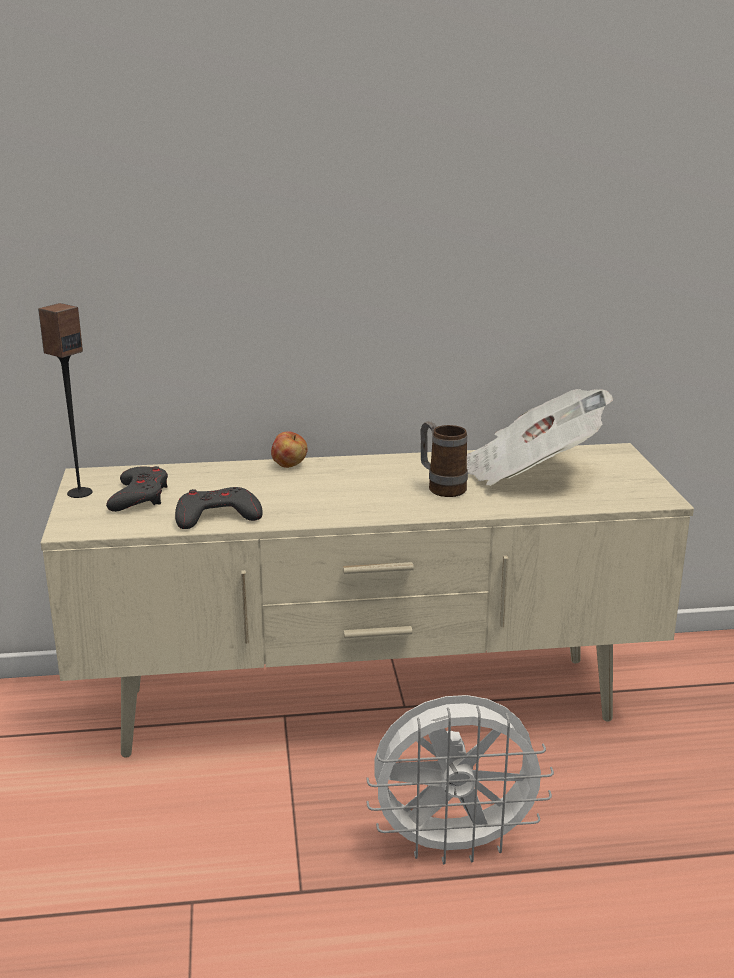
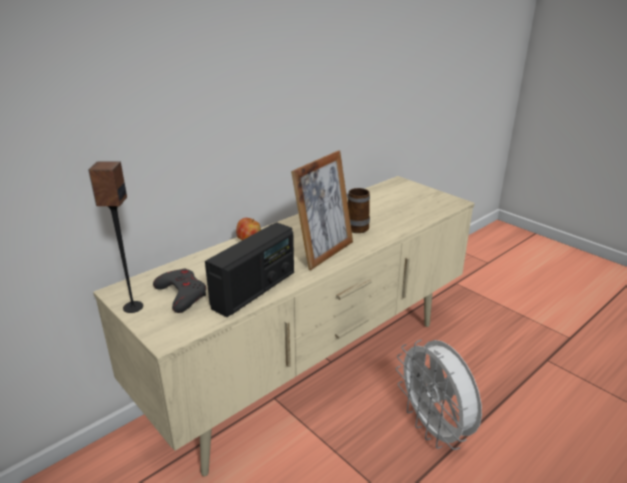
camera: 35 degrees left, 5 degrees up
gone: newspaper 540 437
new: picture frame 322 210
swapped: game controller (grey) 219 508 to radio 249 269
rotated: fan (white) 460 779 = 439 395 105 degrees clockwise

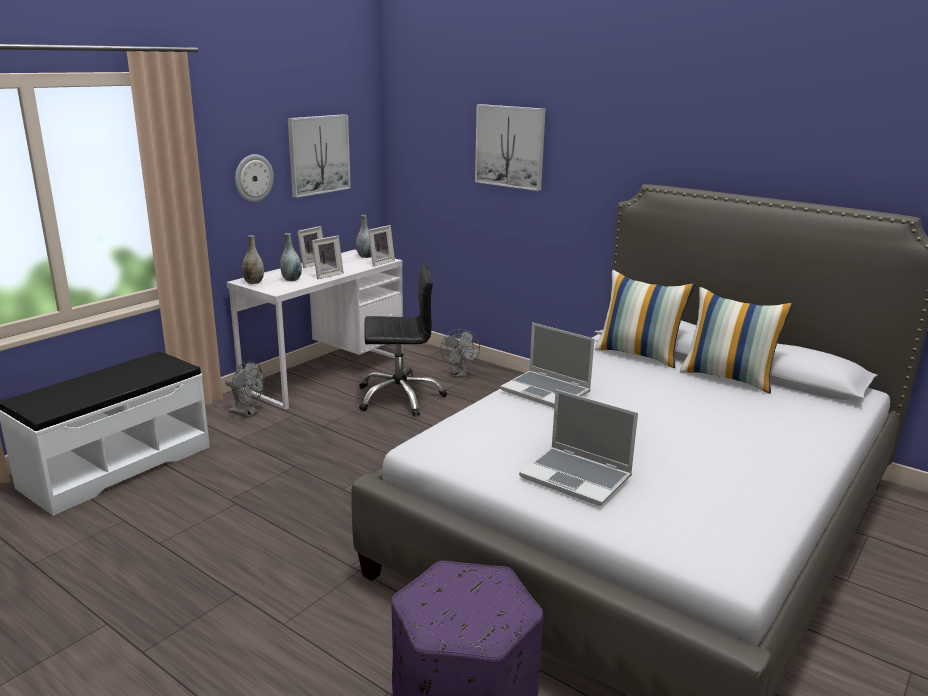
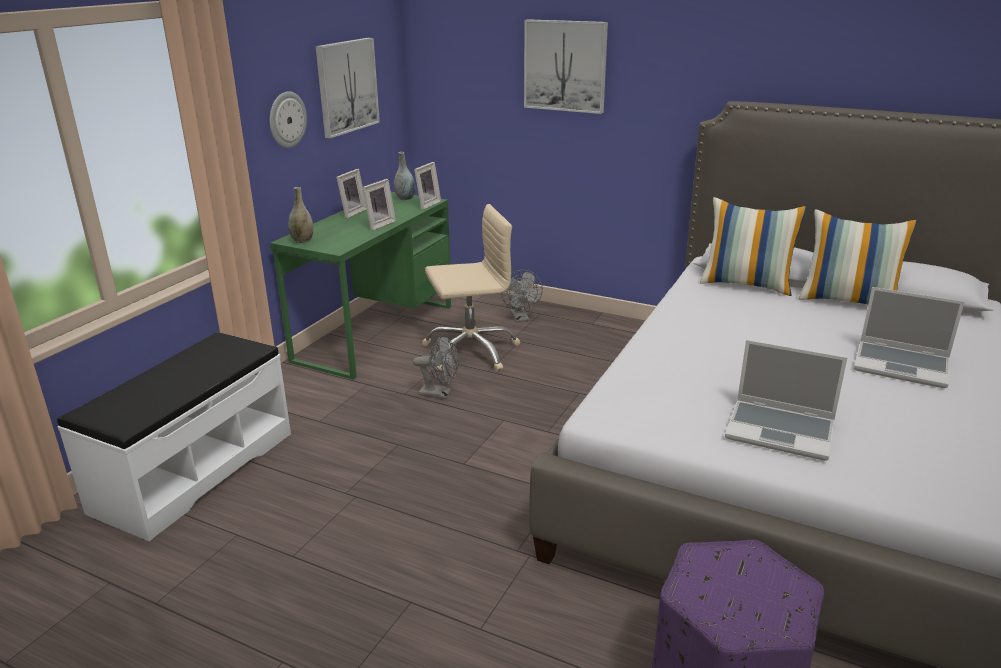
camera: 10 degrees left, 5 degrees up
gone: vase (grey) 291 257
shifted: fan (grey) 245 389 to 436 367; laptop 547 365 to 909 337
repainted: desk (white) 315 330 to desk (green) 360 286; office chair (black) 403 340 to office chair (beige) 471 287

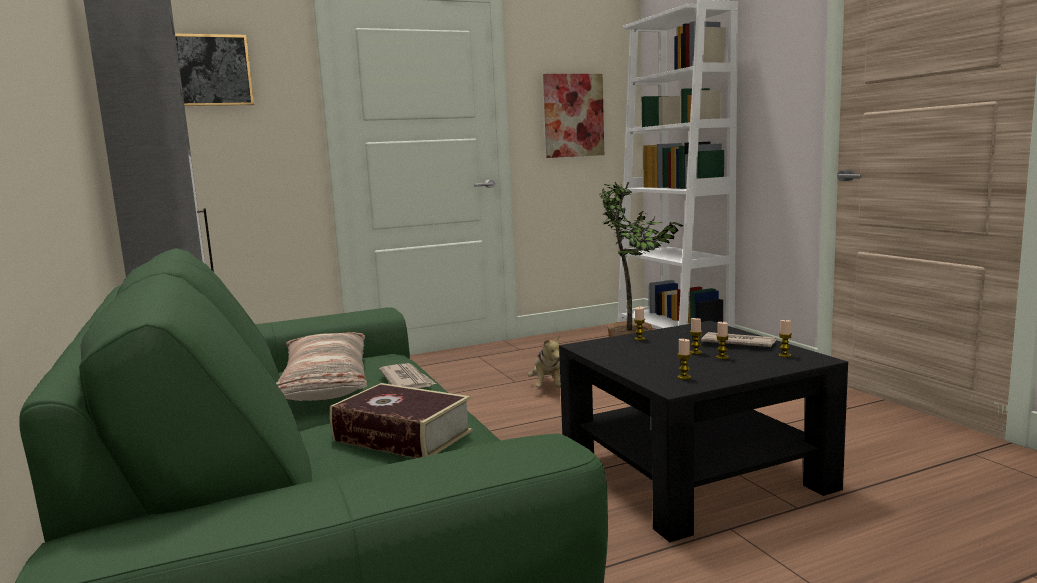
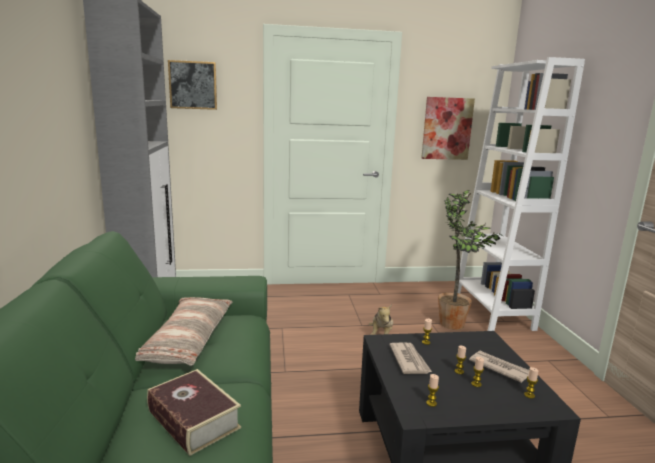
camera: 15 degrees right, 5 degrees up
shifted: newspaper 407 375 to 410 358

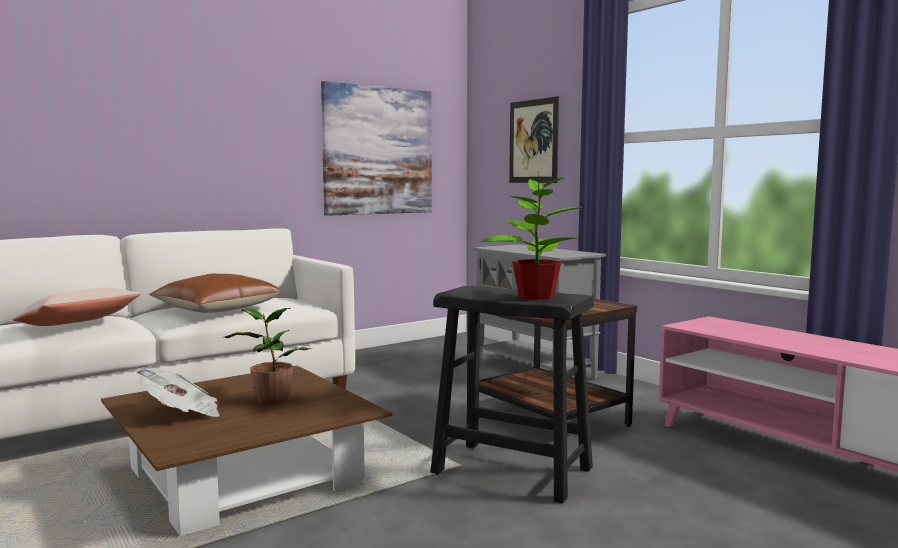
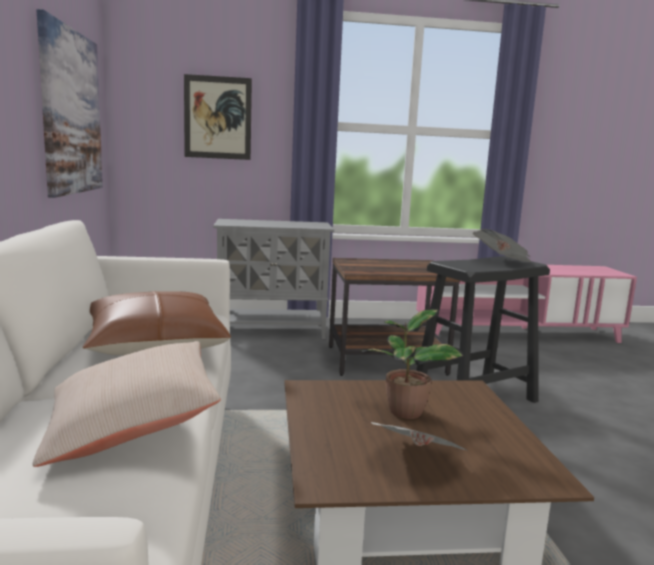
camera: 60 degrees left, 5 degrees up
swapped: potted plant 532 236 to newspaper 502 245

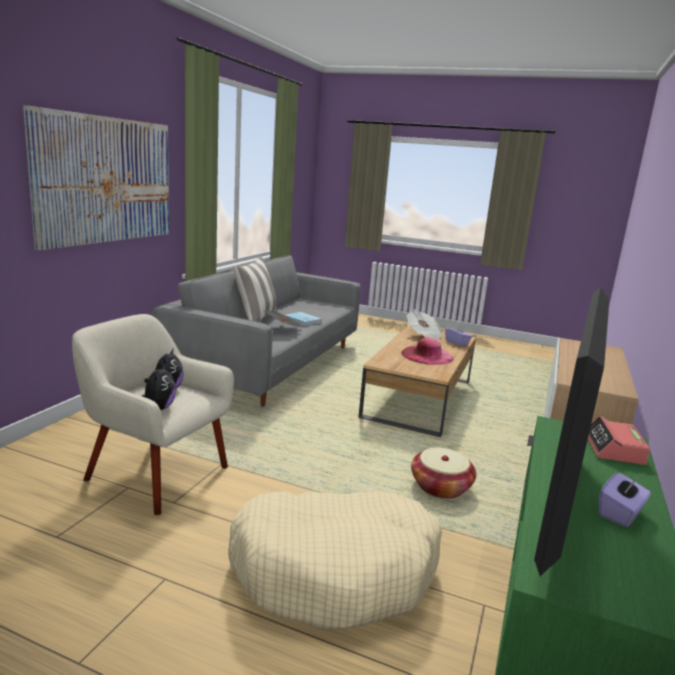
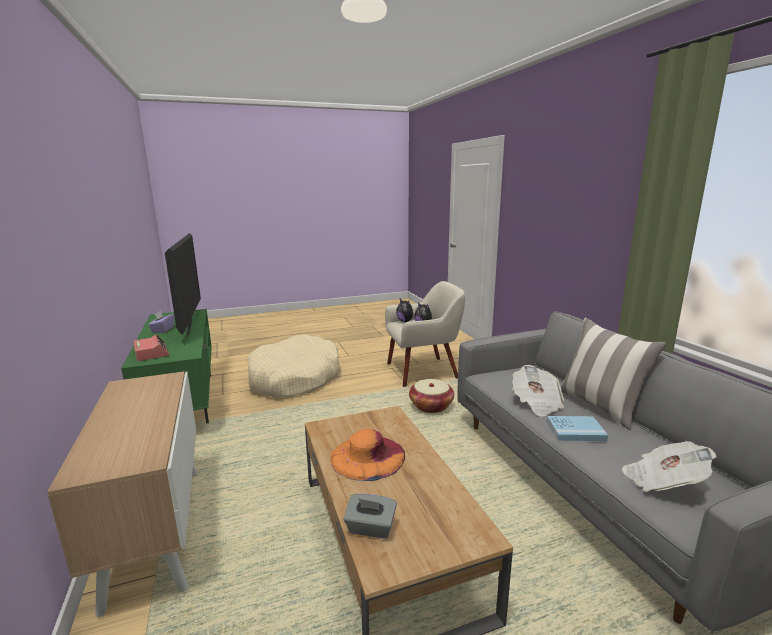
camera: 140 degrees right, 0 degrees up
gone: picture 96 177
shifted: newspaper 425 325 to 669 466; basket 443 473 to 431 396
repainted: hat (pink) 427 351 to hat (orange) 367 455; tissue box (purple) 458 335 to tissue box (grey) 370 515

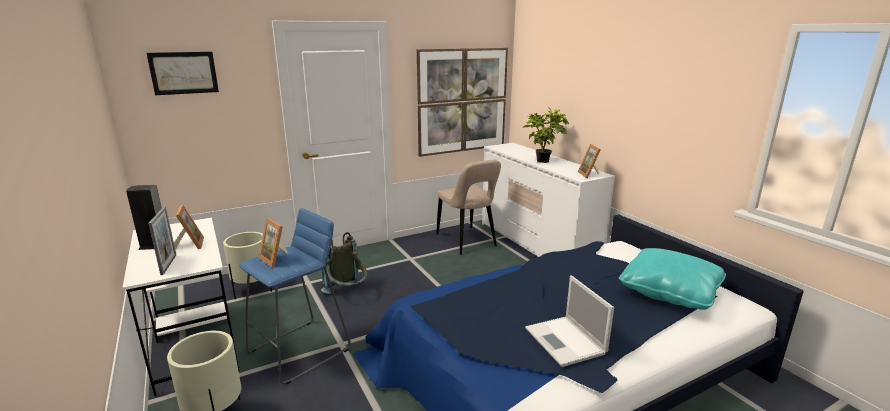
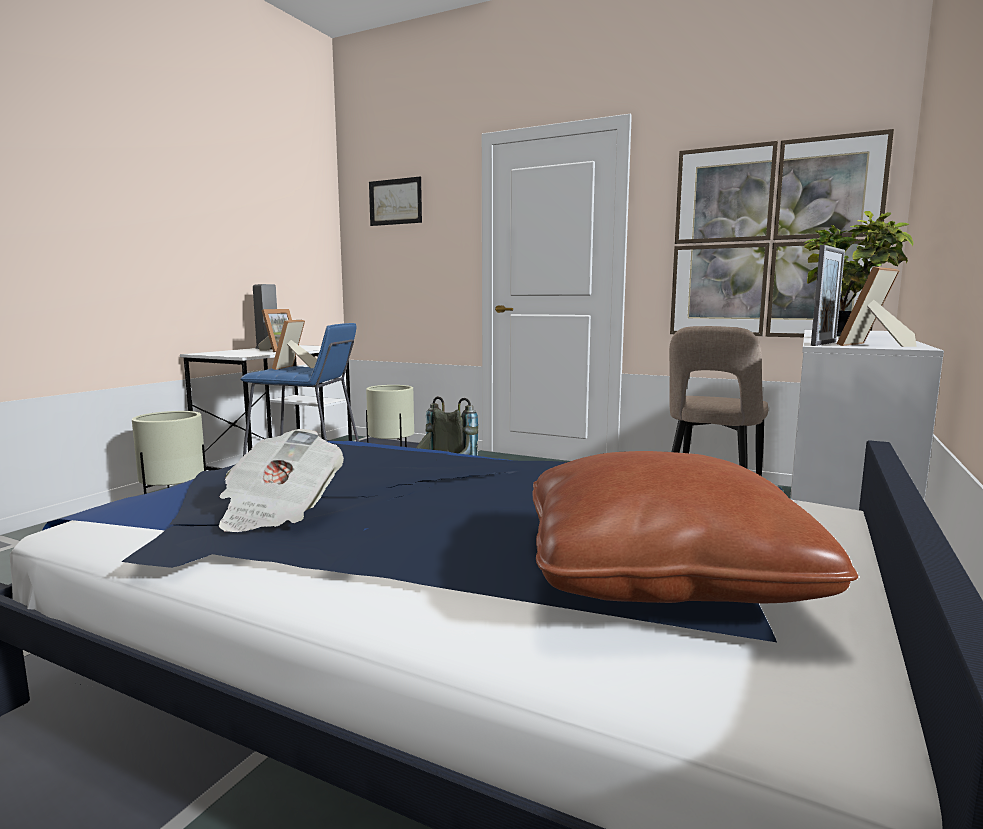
camera: 55 degrees right, 10 degrees down
shifted: picture frame 162 241 to 828 295
swapped: laptop 569 321 to newspaper 281 480
repainted: pillow (turquoise) 672 279 to pillow (brown) 695 527

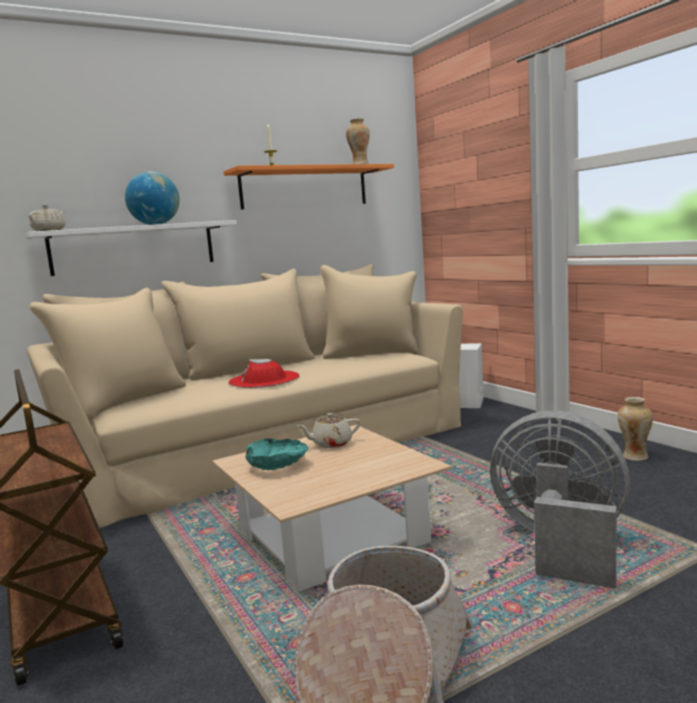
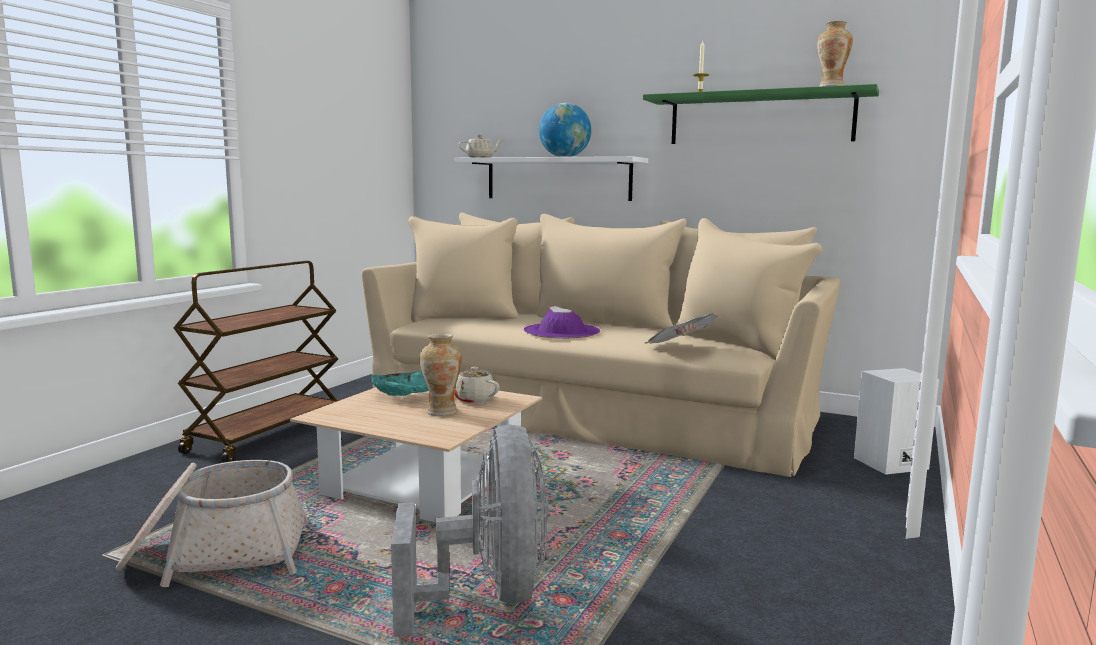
camera: 55 degrees right, 0 degrees up
new: newspaper 681 328
shifted: vase 635 429 to 441 374
repainted: shelf (orange) 309 186 to shelf (green) 761 114; hat (red) 264 373 to hat (purple) 562 322

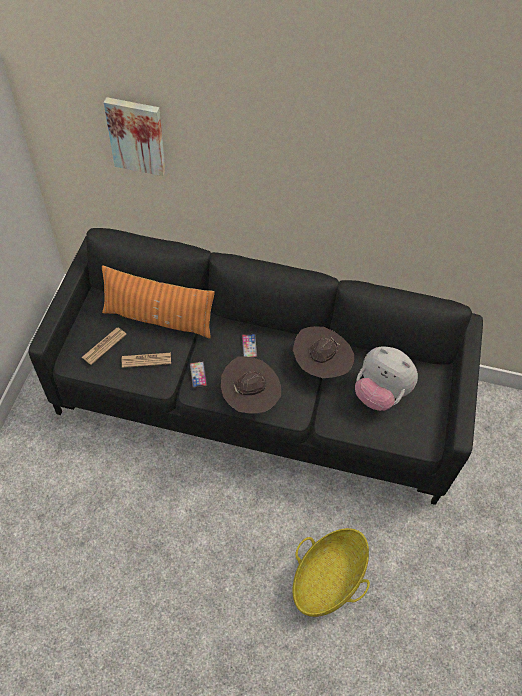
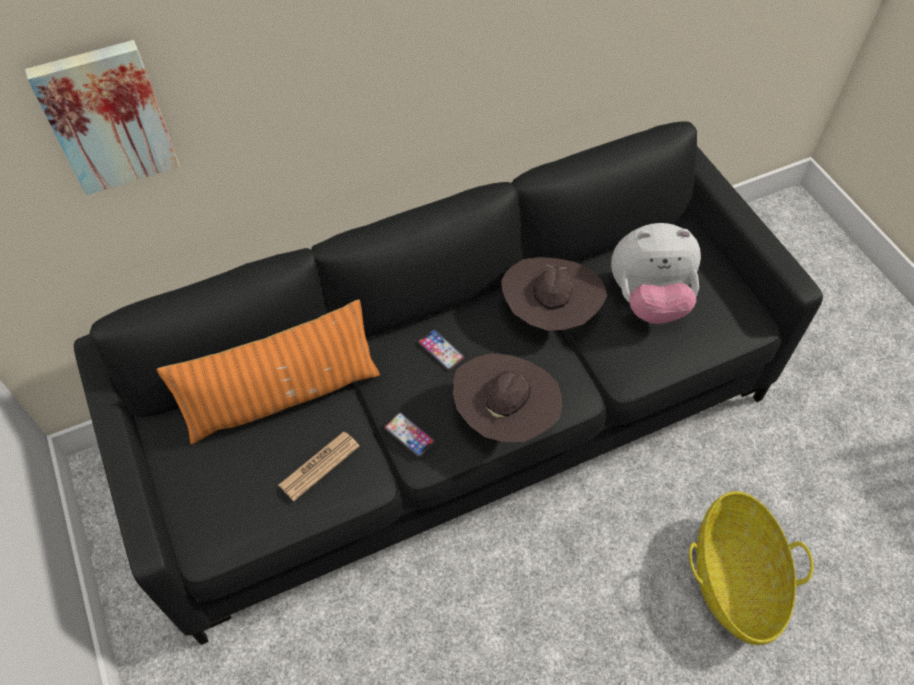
camera: 35 degrees left, 0 degrees up
gone: newspaper 104 346

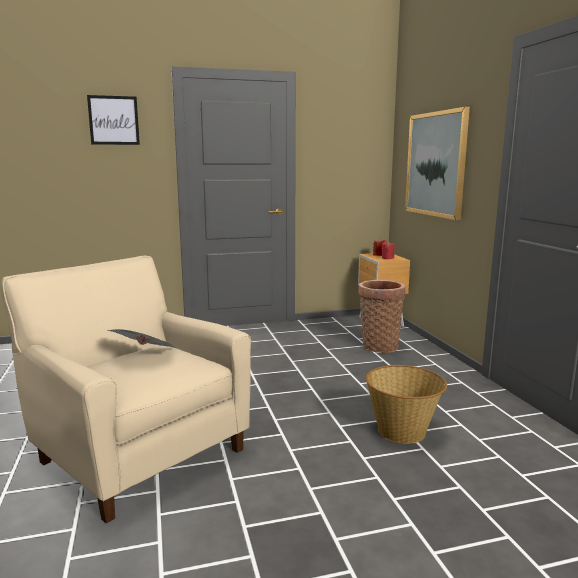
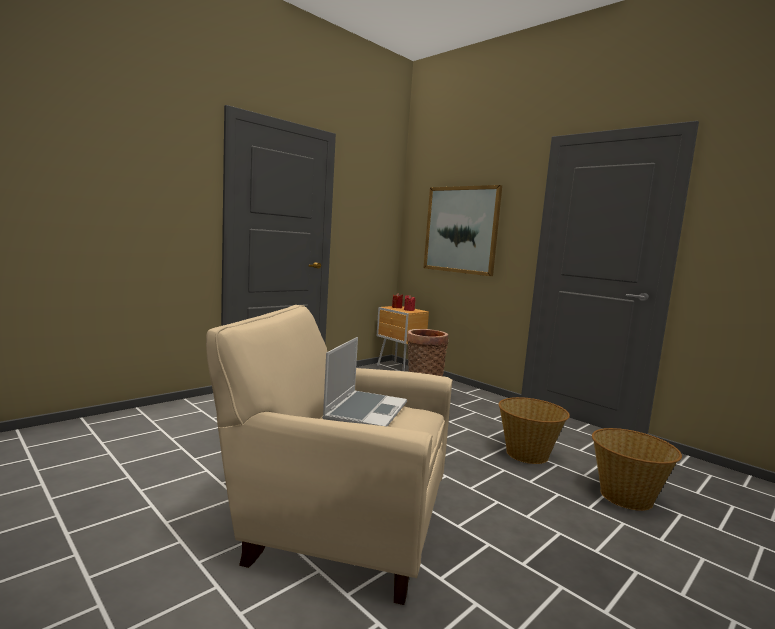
camera: 30 degrees left, 5 degrees down
gone: picture 113 120
new: basket 637 469
swapped: newspaper 141 338 to laptop 364 382

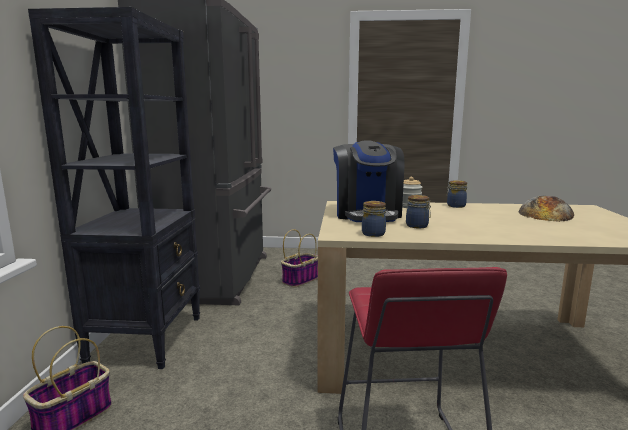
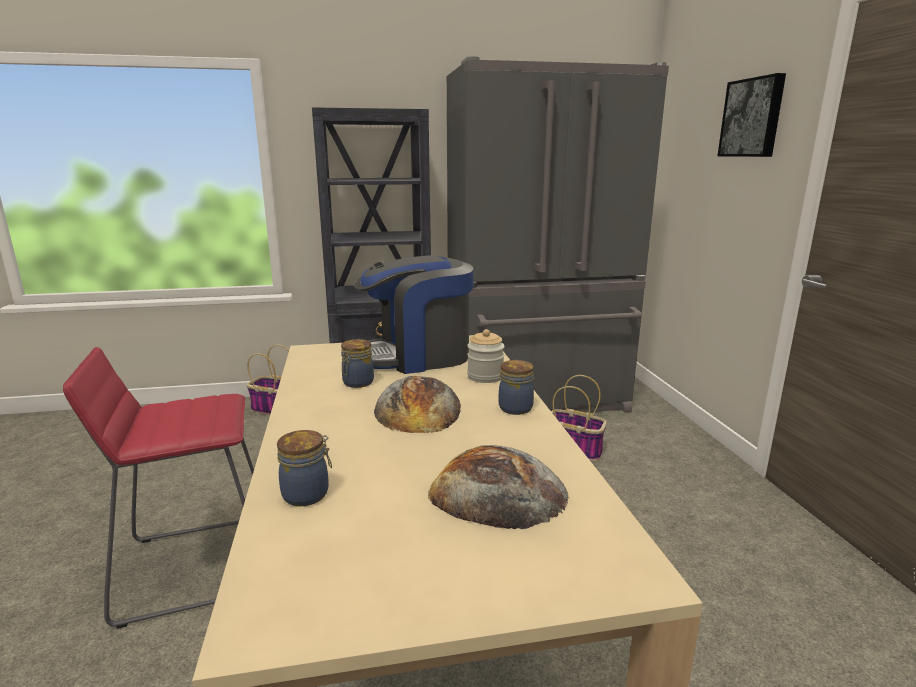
camera: 75 degrees right, 5 degrees up
new: bread 417 404; picture 752 115
shifted: jar 374 219 to 304 468

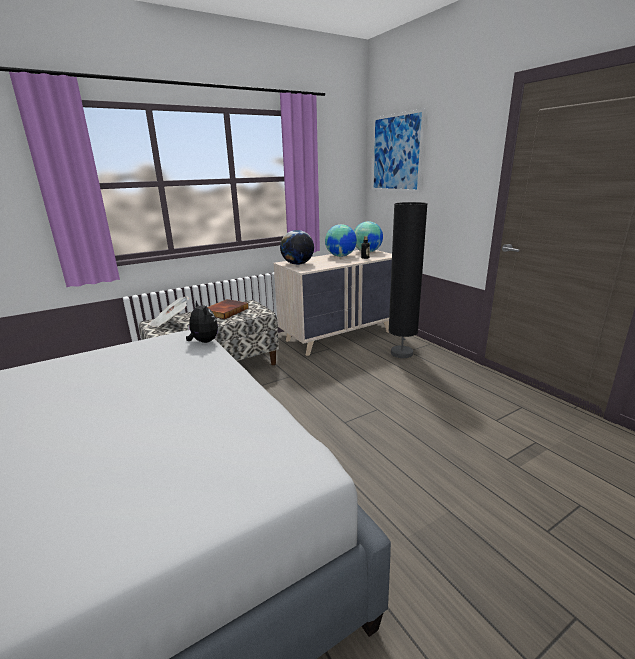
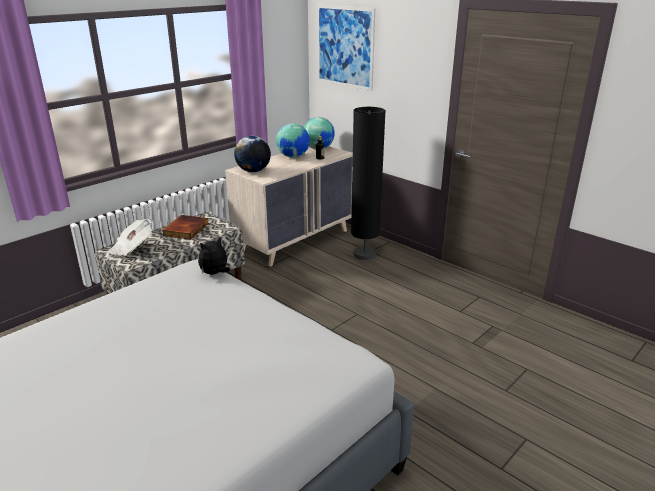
camera: 15 degrees left, 5 degrees up
rotated: plush toy 202 321 = 214 256 75 degrees counterclockwise

